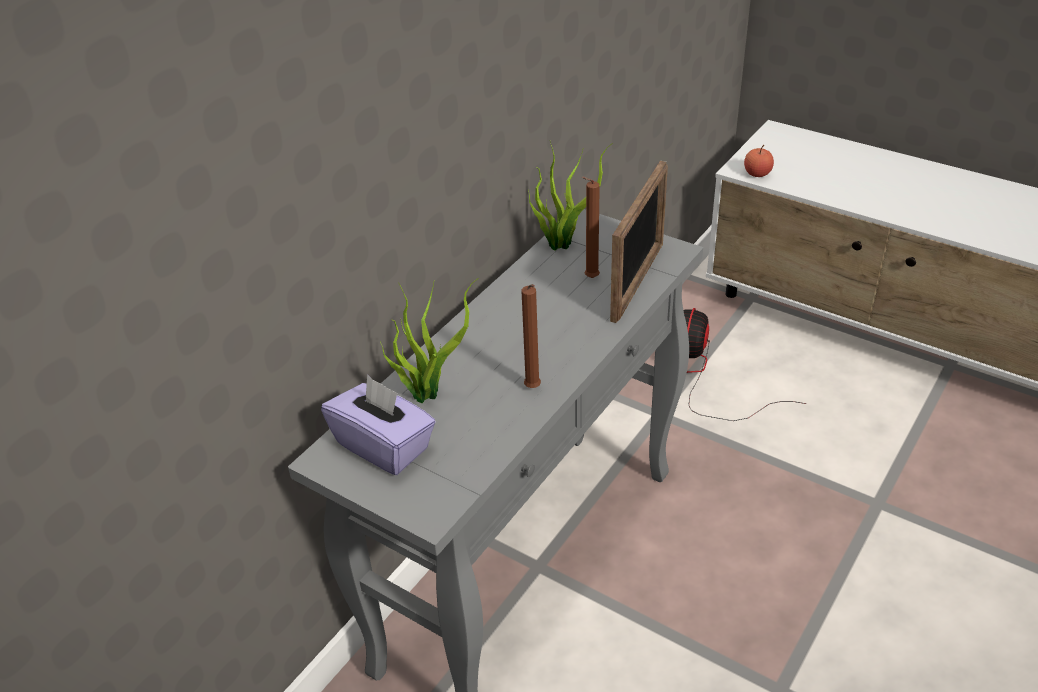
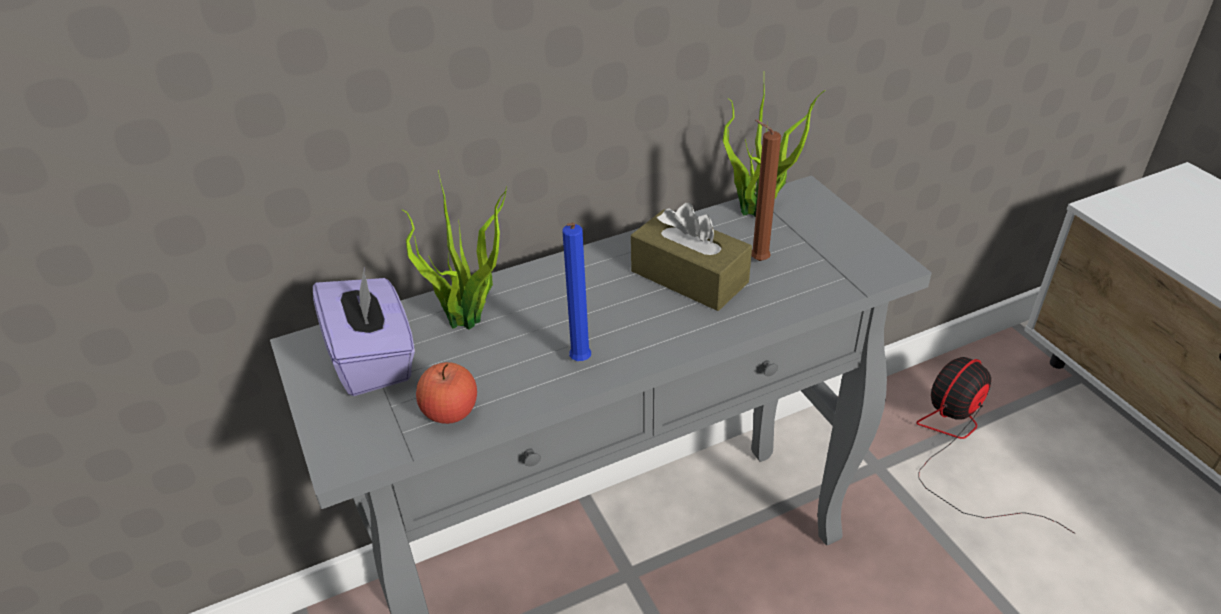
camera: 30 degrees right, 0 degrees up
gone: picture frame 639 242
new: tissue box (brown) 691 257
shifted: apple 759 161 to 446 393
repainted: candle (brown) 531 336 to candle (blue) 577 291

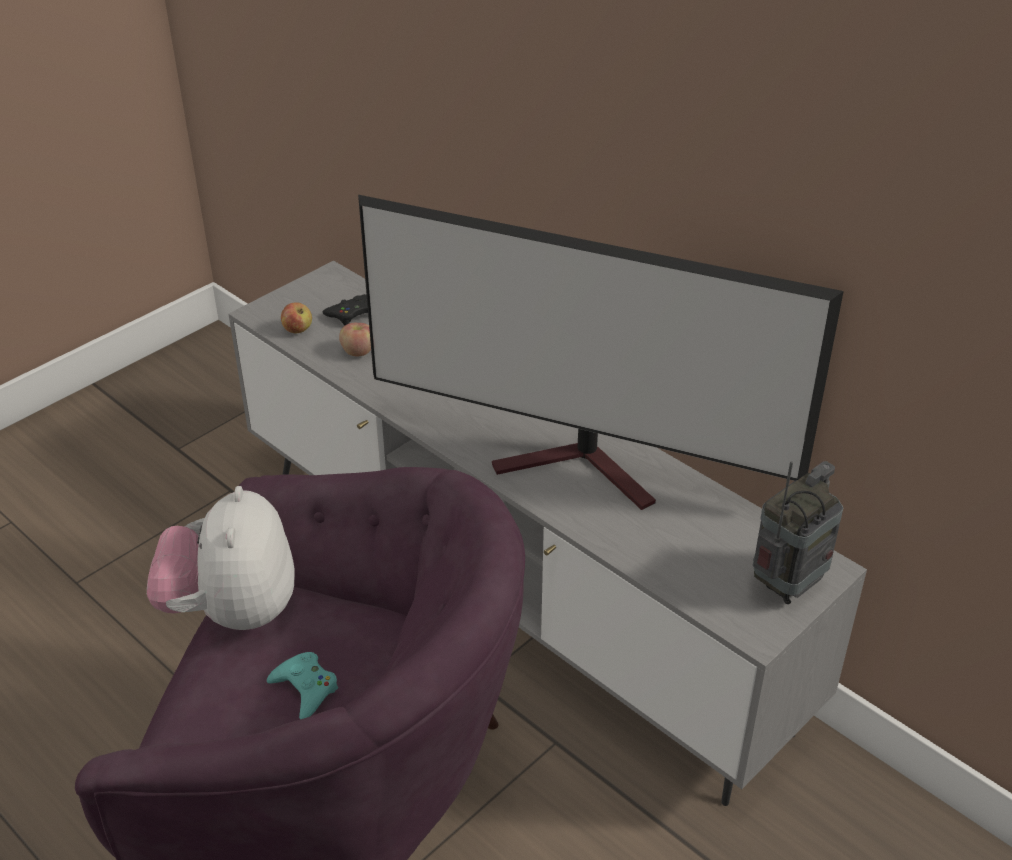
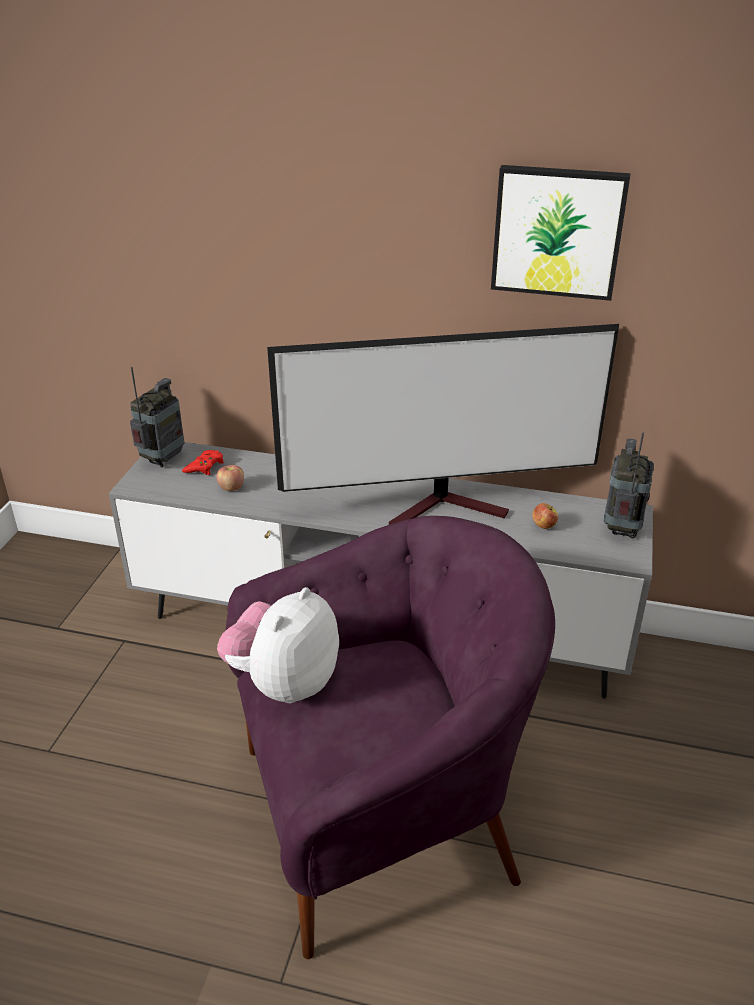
camera: 30 degrees left, 5 degrees down
gone: game controller (turquoise) 302 685
new: radio 157 417; picture 560 233
shifted: apple 296 317 to 545 516
repainted: game controller (black) 345 309 to game controller (red) 203 462
rotated: plush toy 221 558 = 278 645 60 degrees clockwise

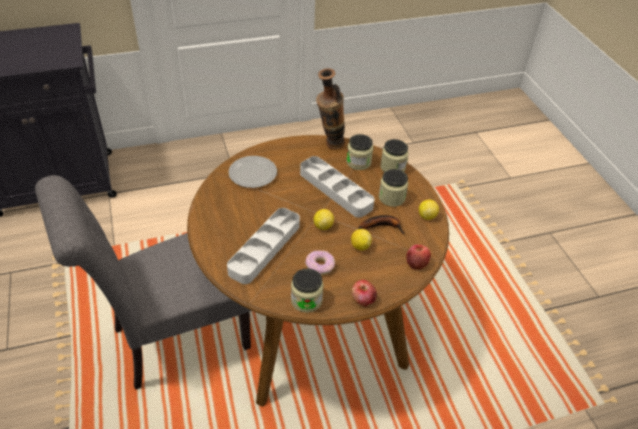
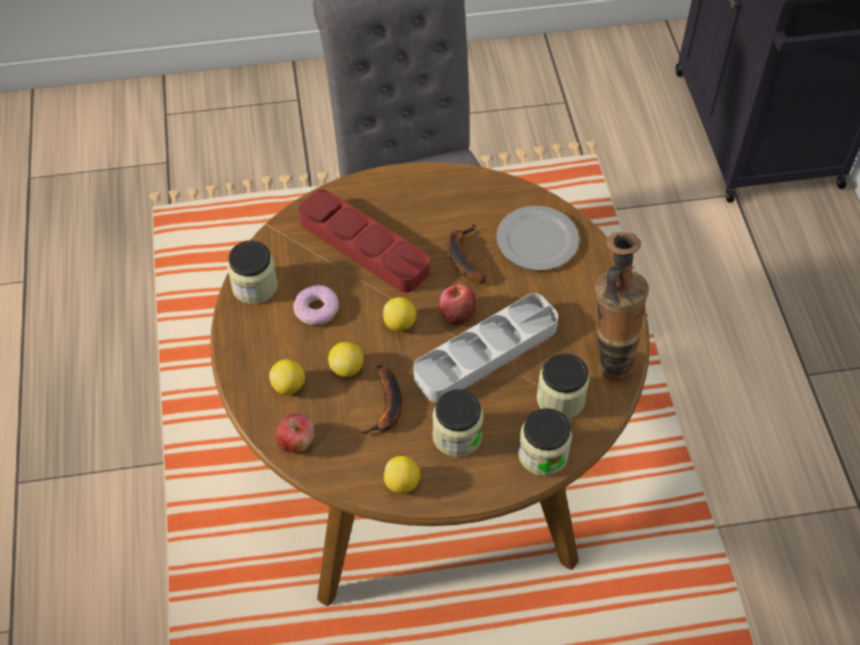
camera: 100 degrees right, 10 degrees up
new: lemon 287 377; banana 466 253
shifted: apple 364 293 to 458 304
repainted: tray (grey) 263 246 to tray (red) 363 241

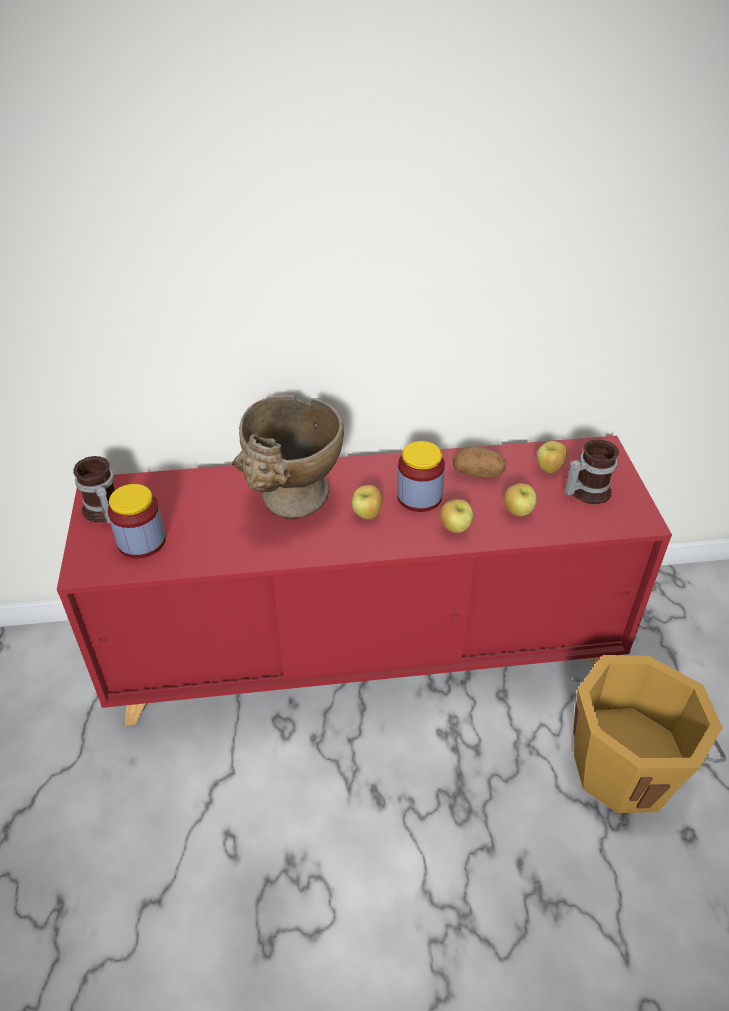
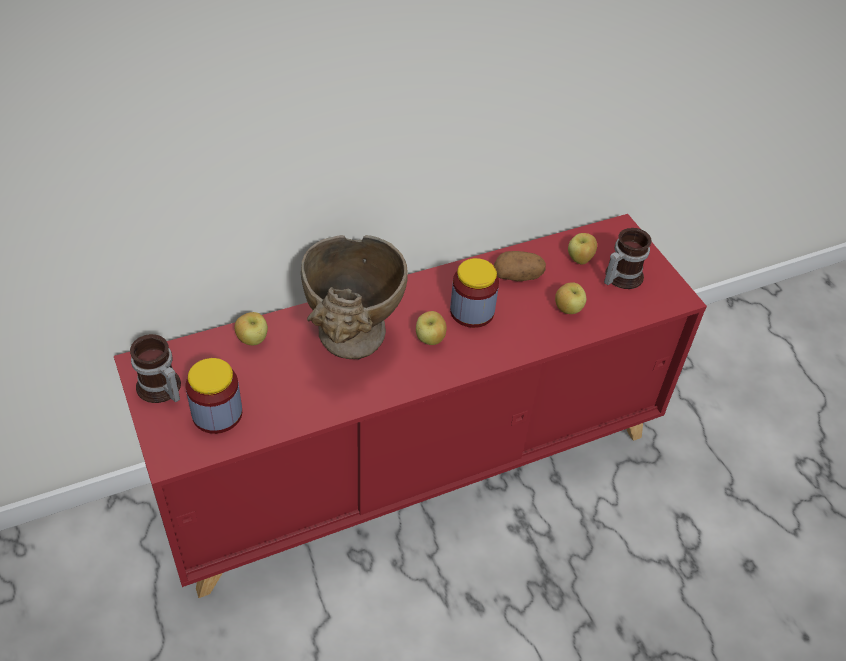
camera: 20 degrees left, 5 degrees up
gone: bucket (orange) 649 734
shifted: apple 456 516 to 251 328

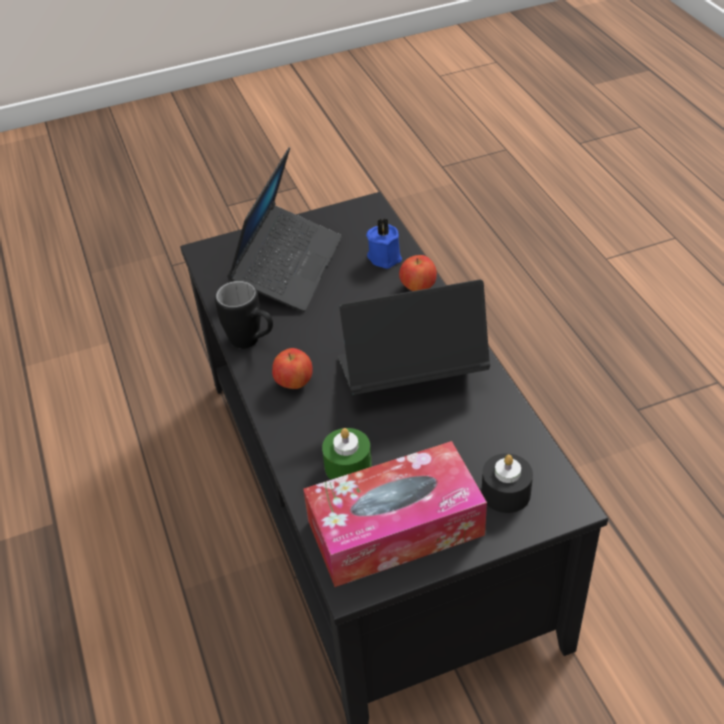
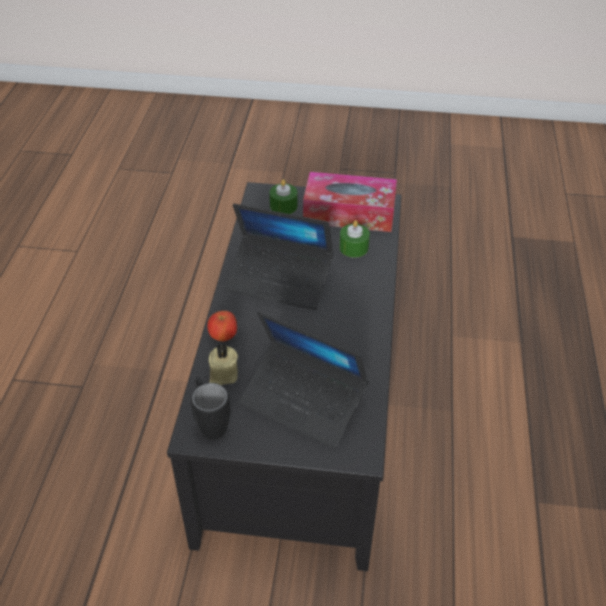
camera: 155 degrees left, 0 degrees up
gone: apple 292 368
shifted: mug (black) 244 315 to 210 408
repainted: candle (blue) 384 243 to candle (beige) 223 364; candle (black) 507 483 to candle (green) 283 196
rotated: laptop 284 229 = 304 380 105 degrees counterclockwise

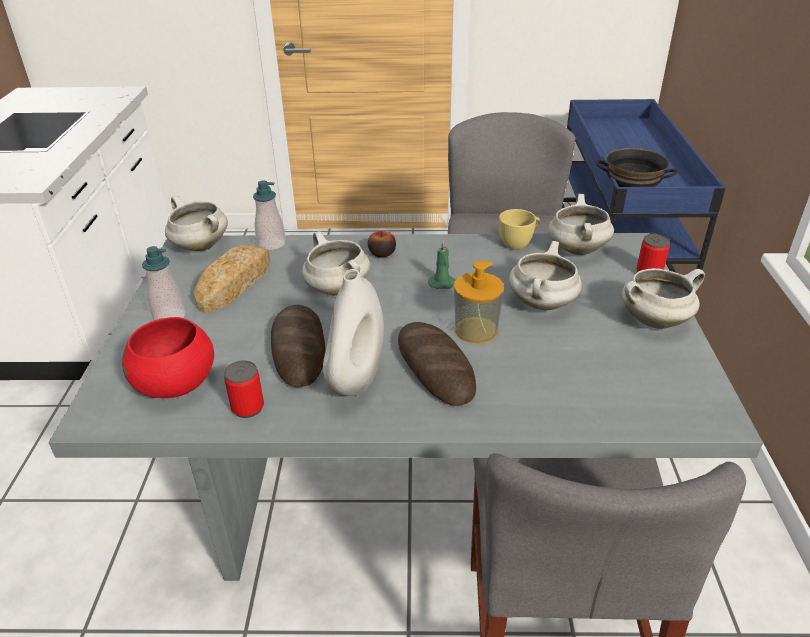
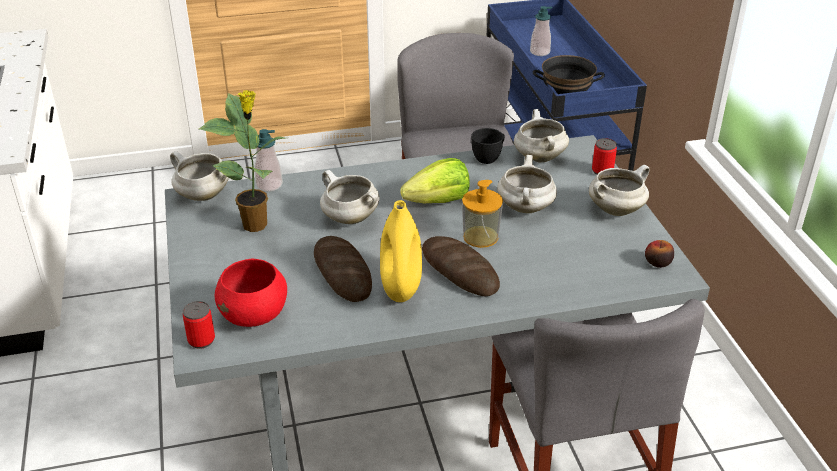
camera: 15 degrees left, 0 degrees up
shifted: soap dispenser 164 283 to 541 31; can 244 389 to 199 325; apple 382 244 to 659 254
swapped: bread 231 279 to potted plant 242 161; candle (green) 442 264 to lettuce 435 180
repainted: vase (white) 353 332 to vase (yellow) 401 251; cup (yellow) 519 229 to cup (black) 488 146

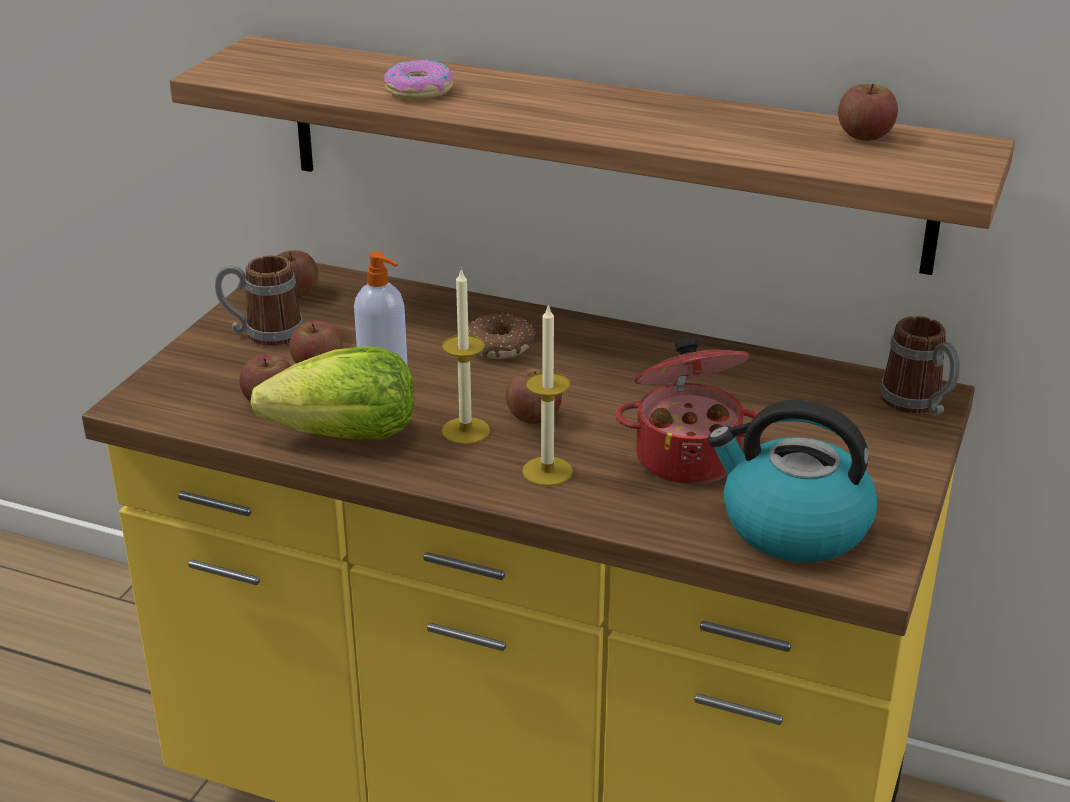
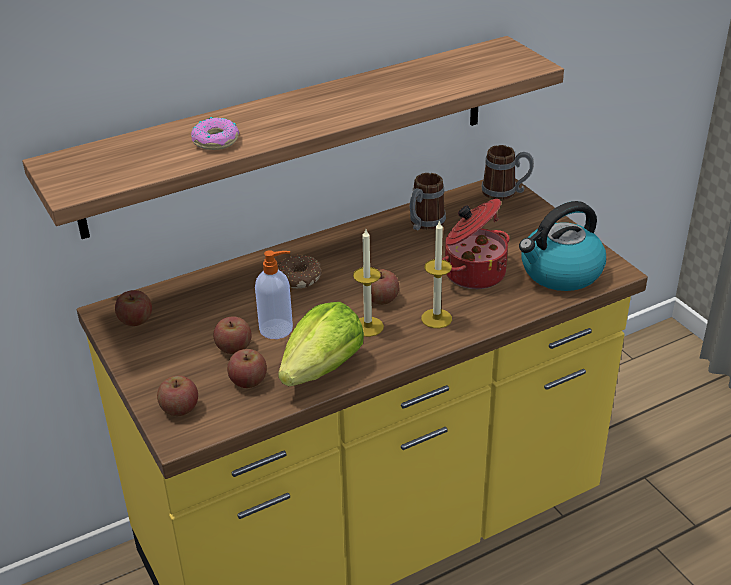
camera: 50 degrees left, 5 degrees up
shifted: mug 259 300 to 428 201; apple 868 112 to 177 396

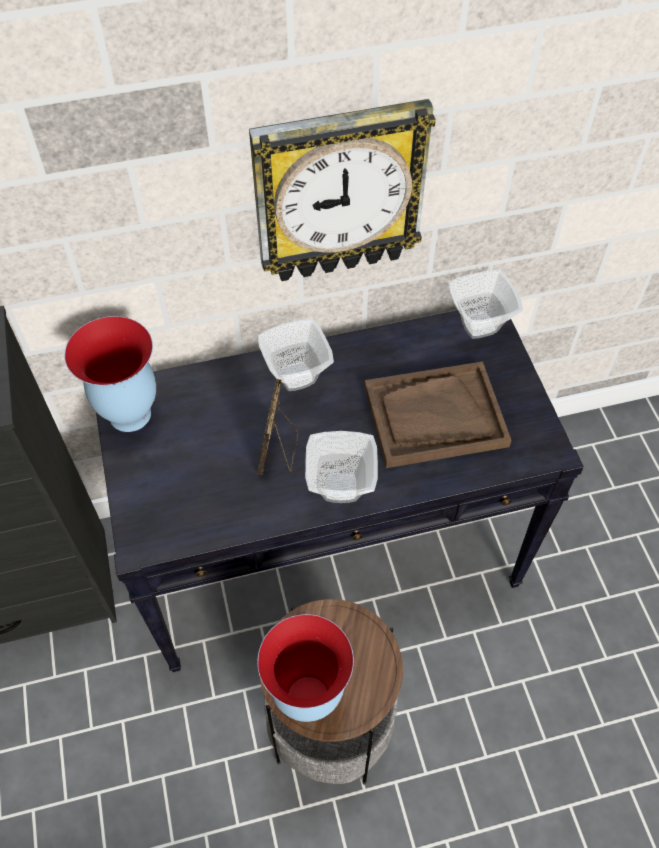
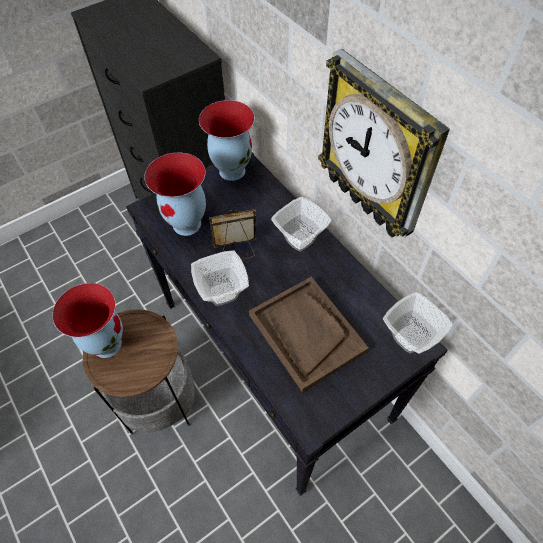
camera: 70 degrees right, 0 degrees up
new: vase 175 194

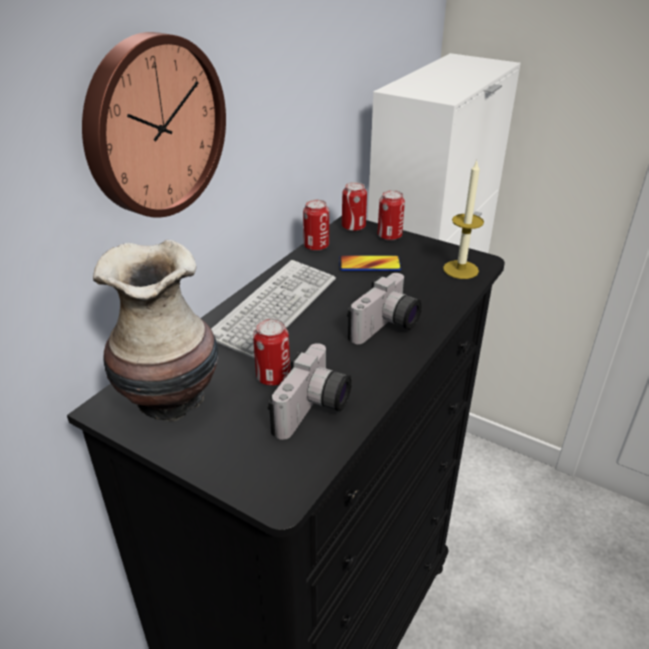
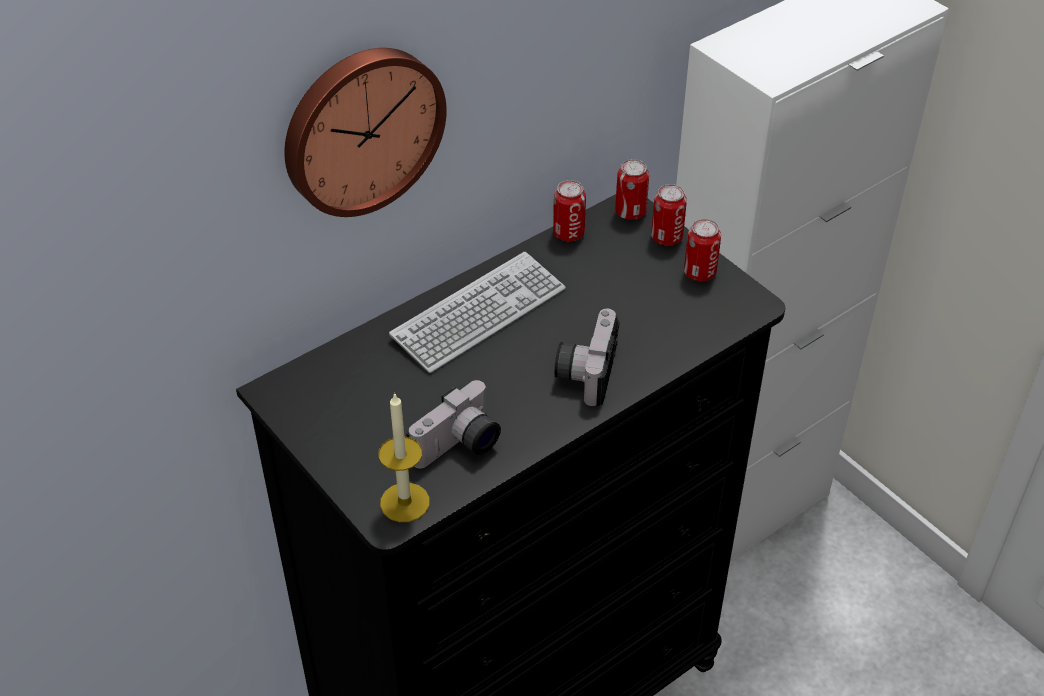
camera: 20 degrees right, 10 degrees up
gone: vase 155 330; phone 370 263
shifted: can 271 352 to 702 250; candle 463 219 to 404 457
rotated: photo camera 384 308 = 587 357 135 degrees clockwise

